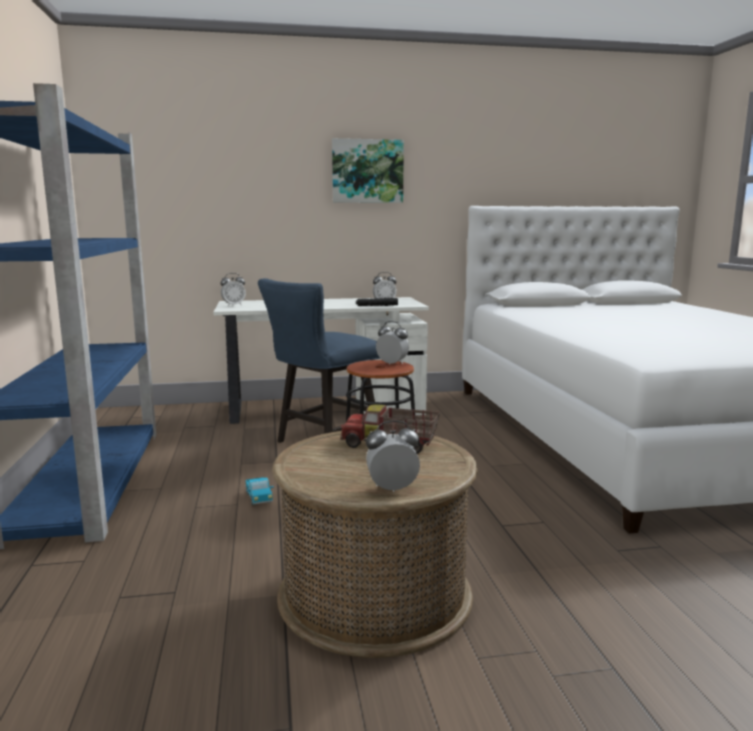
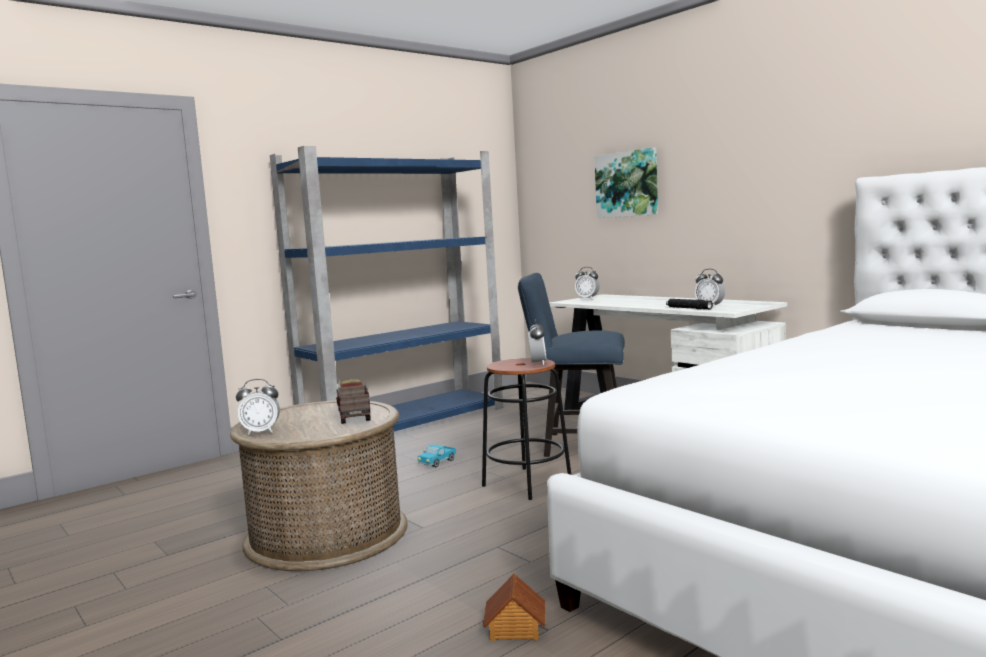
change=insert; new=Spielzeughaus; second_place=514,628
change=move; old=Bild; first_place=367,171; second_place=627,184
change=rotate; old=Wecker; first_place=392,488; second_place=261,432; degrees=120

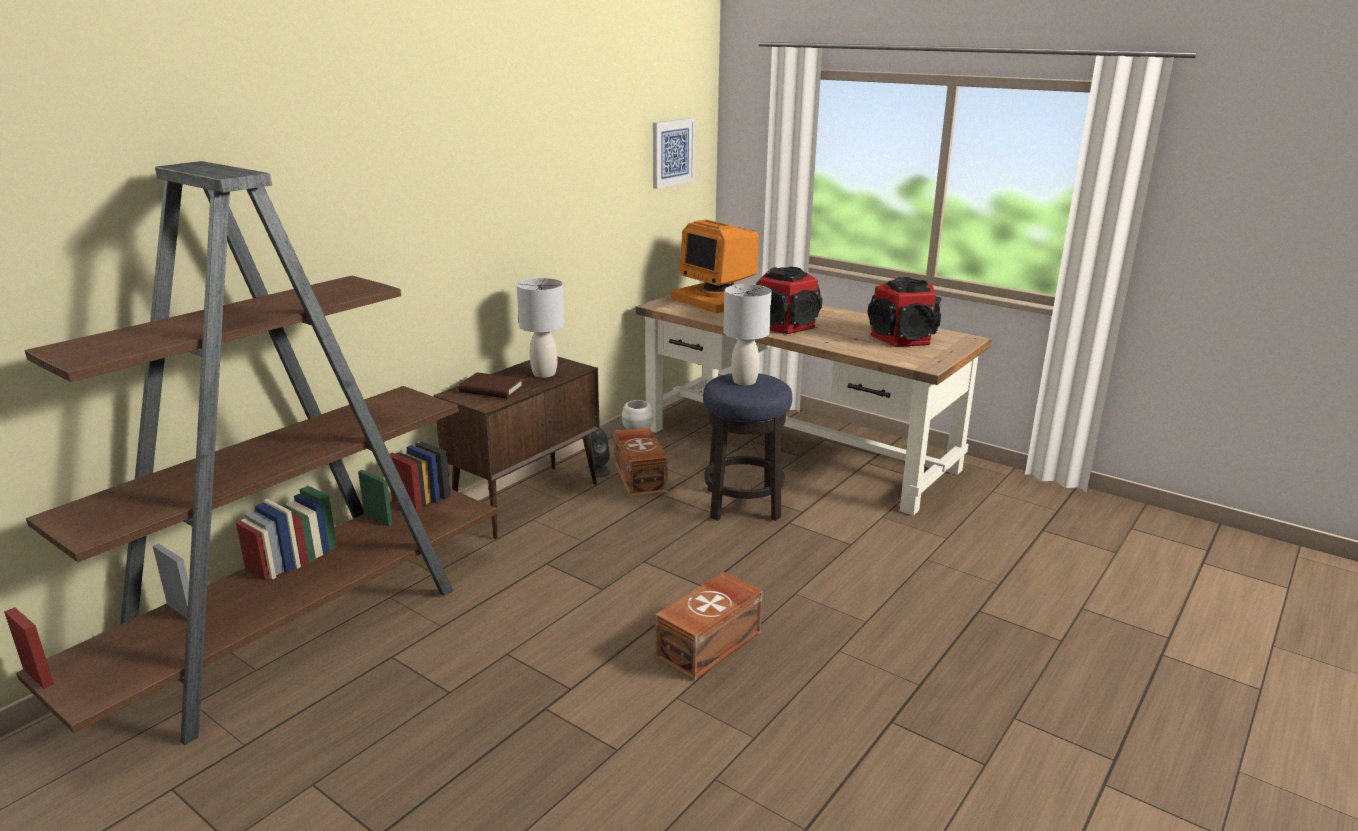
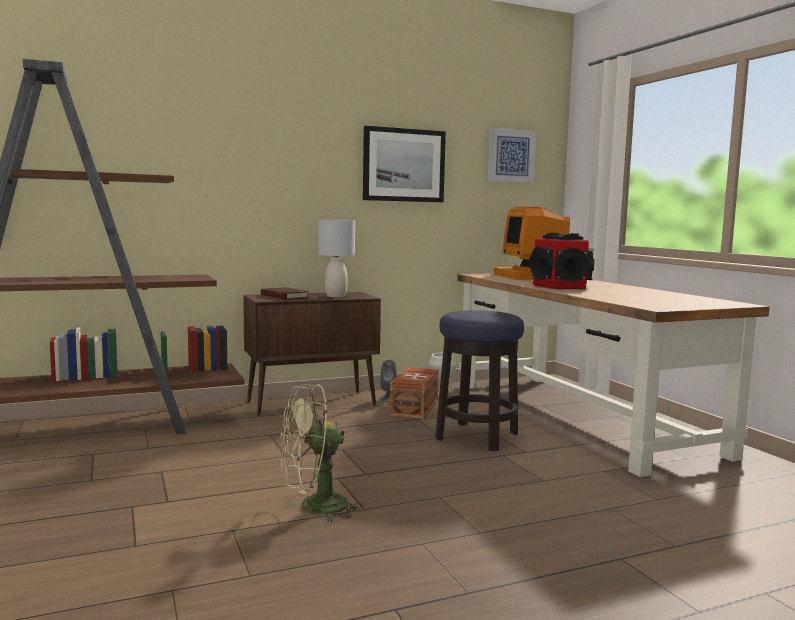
change=delete; old=Tischlampe (grau); first_place=744,381
change=delete; old=Lautsprecher; first_place=902,338
change=insert; new=Bild; second_place=403,165
change=replace; old=Aufbewahrungsbox (braun); new=Ventilator (grün); first_place=711,645; second_place=314,507

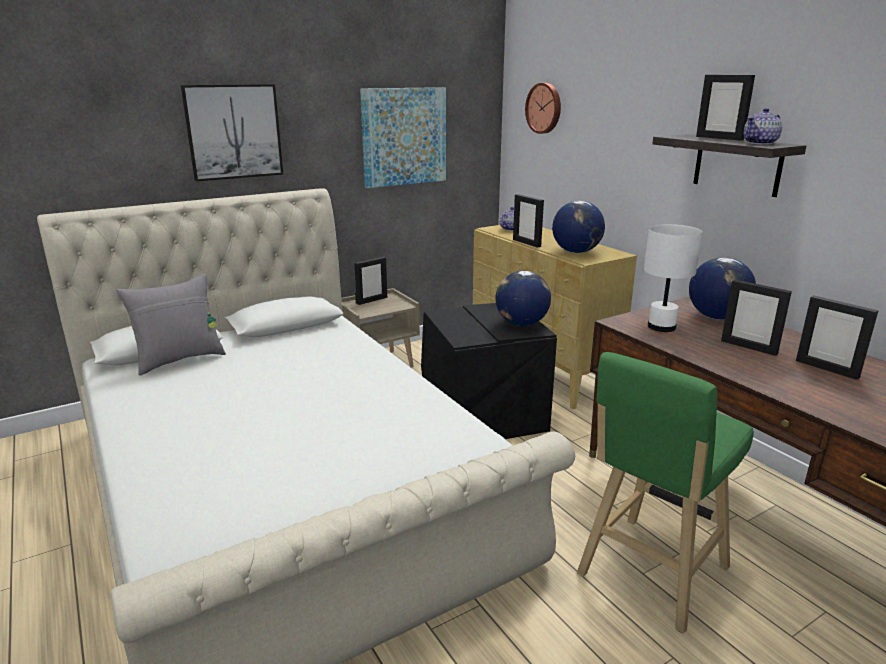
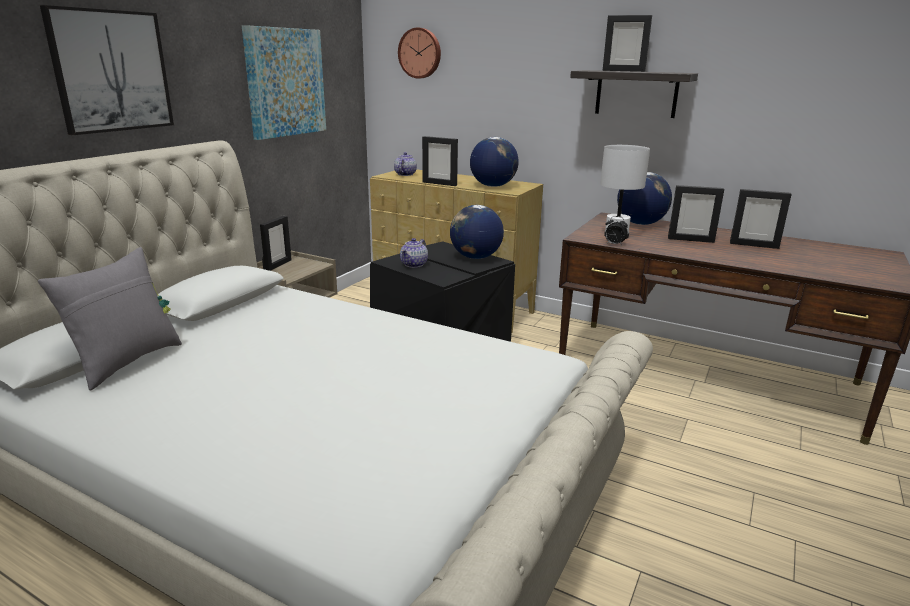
change=delete; old=Hocker (grün); first_place=649,574
change=insert; new=Wecker; second_place=614,244
change=move; old=Teekanne; first_place=760,143; second_place=414,264

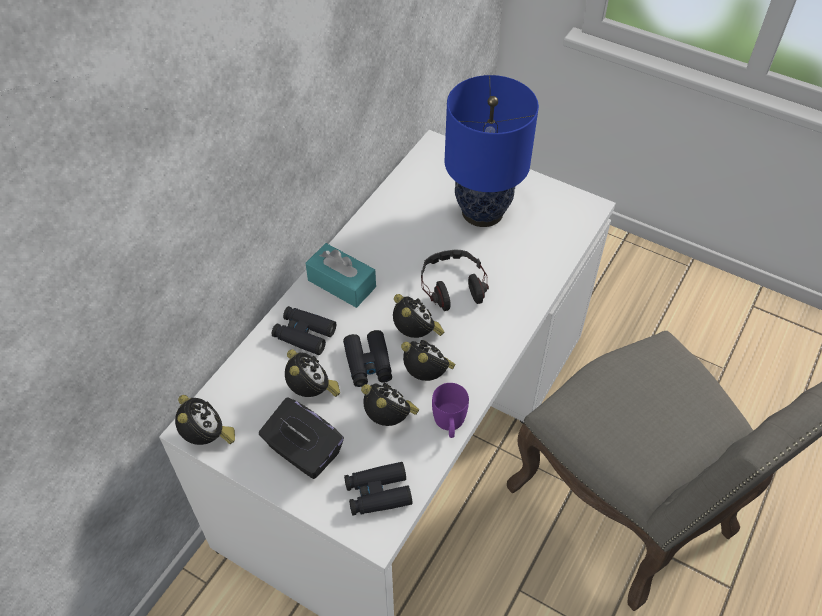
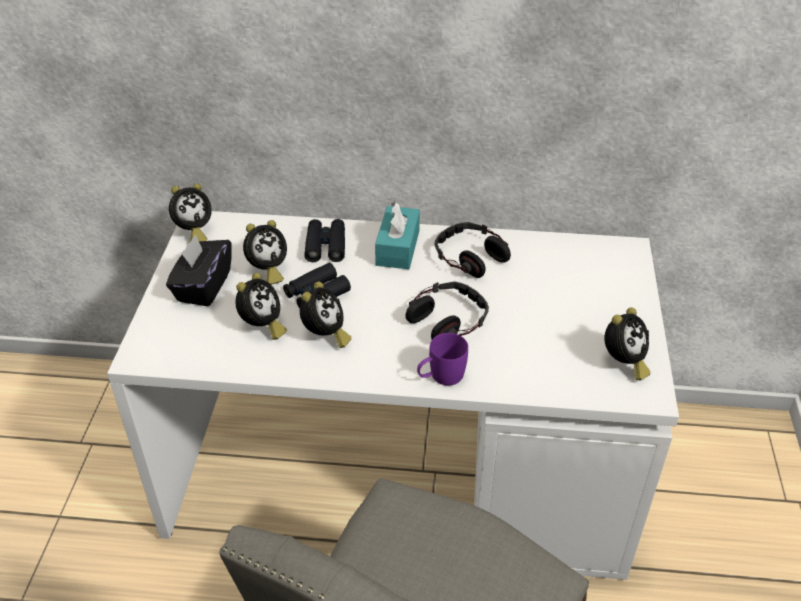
change=delete; old=Fernglas (schwarz); first_place=377,493
change=delete; old=Tischlampe (blau); first_place=482,211
change=insert; new=Kopfhörer; second_place=470,256
change=move; old=Wecker; first_place=416,334; second_place=623,363
change=move; old=Henkelbecher (lila); first_place=449,424; second_place=440,377

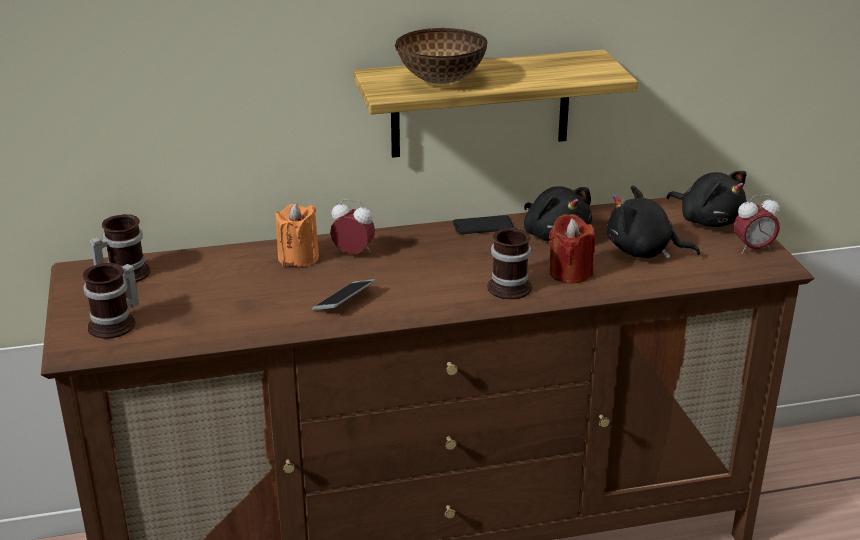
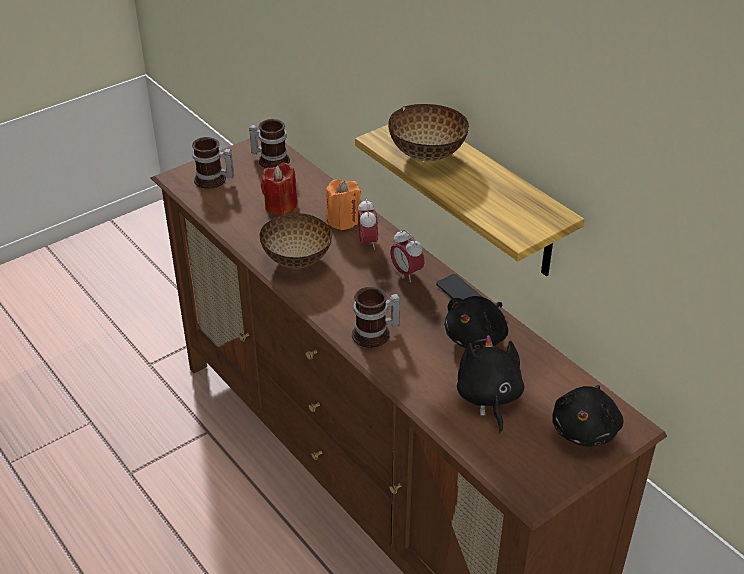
change=move; old=Kerze (rot); first_place=570,273; second_place=280,206
change=move; old=Wecker; first_place=753,249; second_place=406,273
change=replace; old=Handy; new=Schüssel; first_place=344,301; second_place=298,260

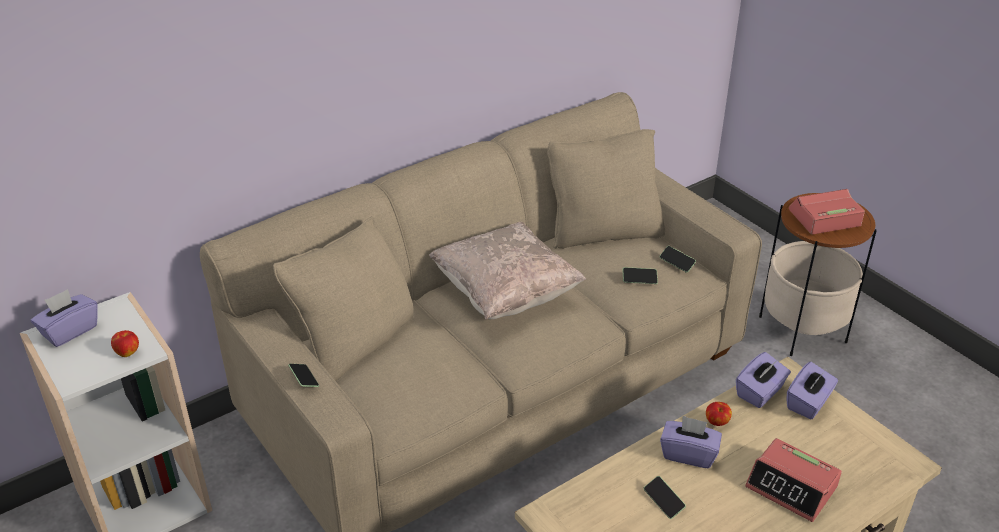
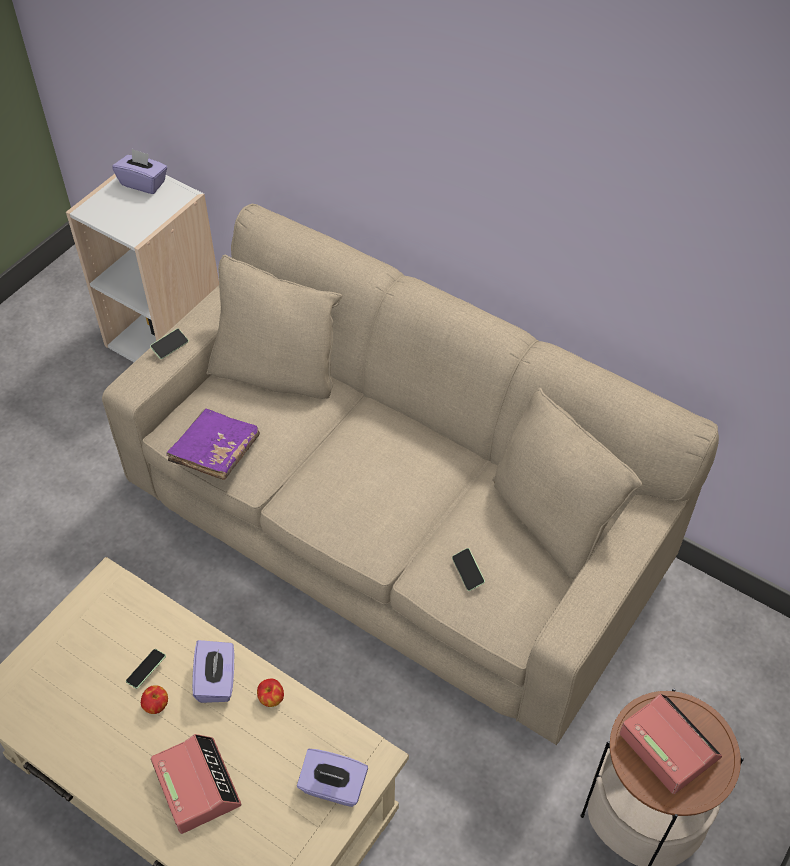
change=delete; old=Kissen (beige); first_place=505,294
change=delete; old=Handy; first_place=677,263
change=delete; old=Taschentuchbox (lila); first_place=760,392
change=insert; new=Buch (lila); second_place=215,453
change=move; old=Apfel; first_place=128,352; second_place=156,705
change=rotate; old=Wecker; first_place=792,487; second_place=196,785; degrees=135

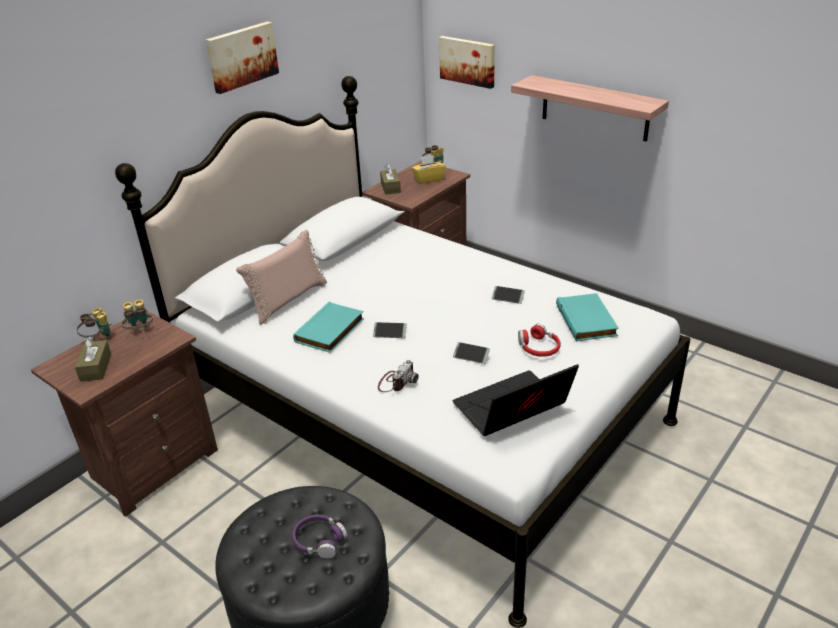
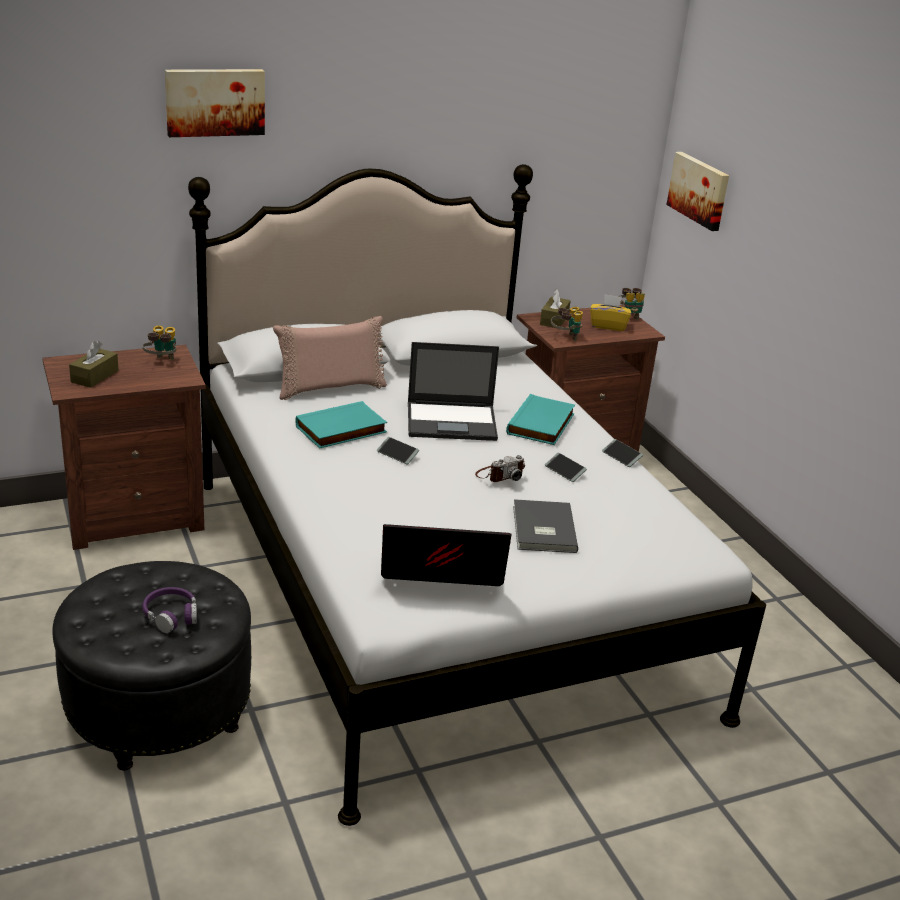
change=delete; old=Wandregal; first_place=595,108
change=insert; new=Laptop; second_place=452,422
change=move; old=Fernglas; first_place=99,340; second_place=565,338
change=move; old=Bild; first_place=241,56; second_place=215,102
change=move; old=Kamera; first_place=396,381; second_place=500,475
change=move; old=Handy; first_place=471,356; second_place=621,457
change=move; old=Buch (türkis); first_place=587,320; second_place=542,425
change=replace; old=Kopfhörer (rot); new=Buch (grau); first_place=538,348; second_place=542,529

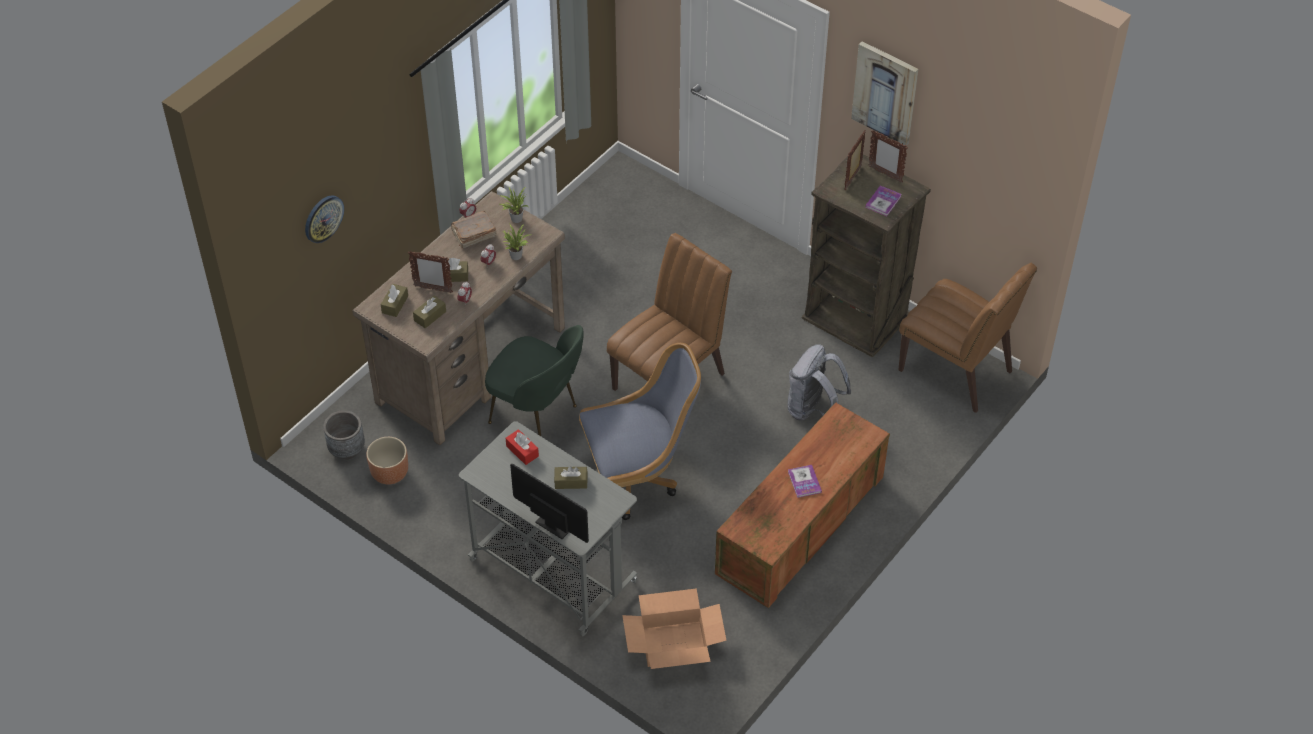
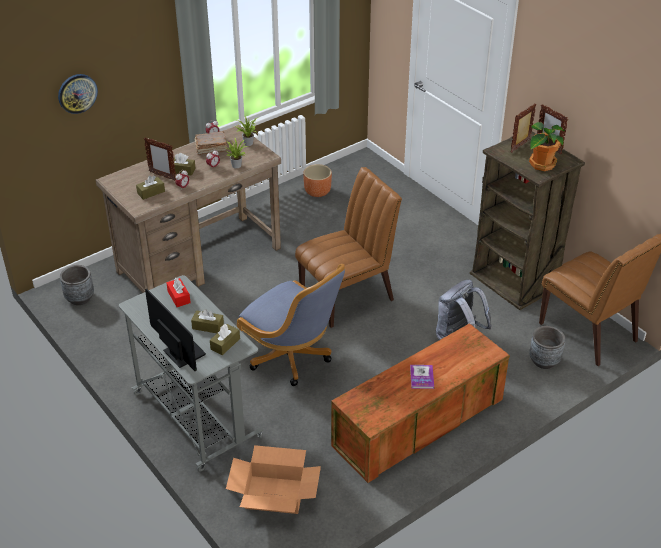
change=delete; old=Stuhl (grün); first_place=539,418
change=delete; old=Bild; first_place=885,92
change=insert; new=Pflanzkübel (grau); second_place=544,361
change=move; old=Pflanzkübel (braun); first_place=390,473; second_place=317,192
change=move; old=Taschentuchbox (braun); first_place=395,304; second_place=225,344
change=replace; old=Buch; new=Topfpflanze; first_place=883,202; second_place=541,164
change=rotate; old=Bürostuhl (blau); first_place=637,478; second_place=295,360; degrees=45

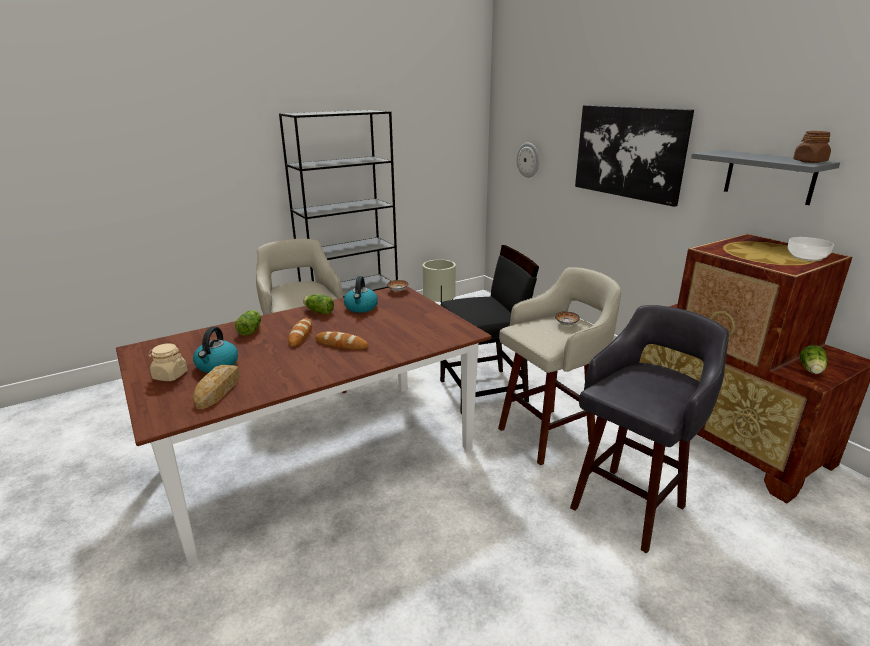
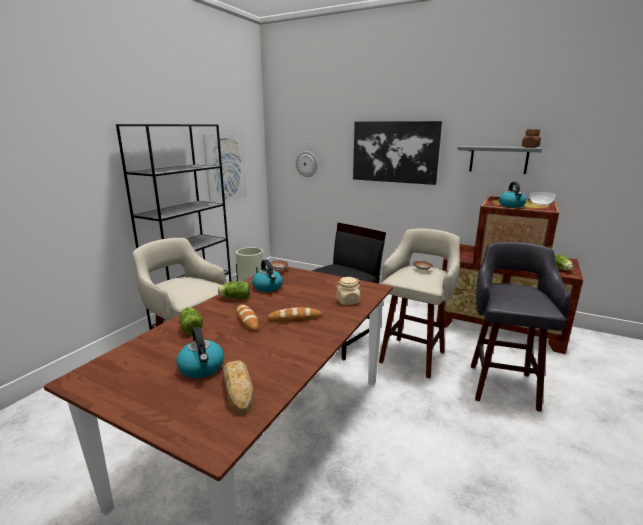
change=insert; new=Bild; second_place=226,167
change=insert; new=Wasserkessel; second_place=511,205
change=move; old=Vorratsglas (beige); first_place=170,375; second_place=347,301

